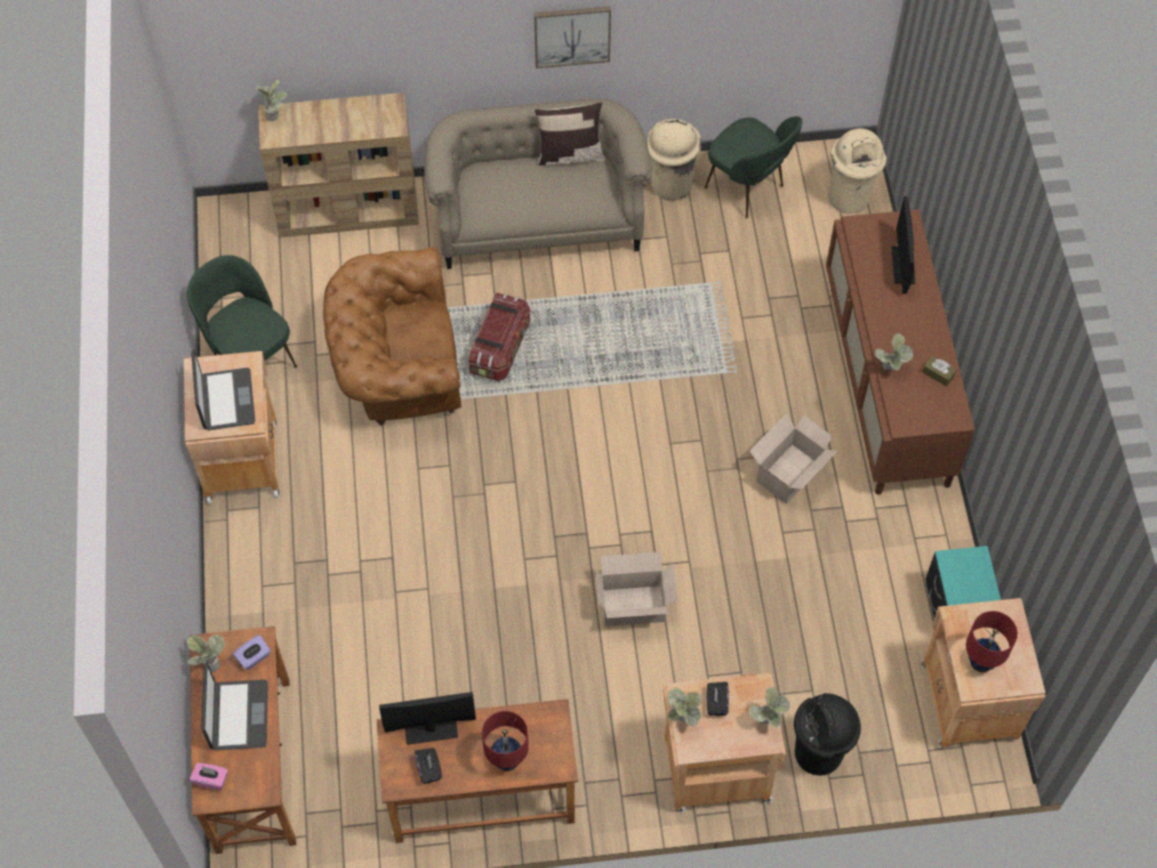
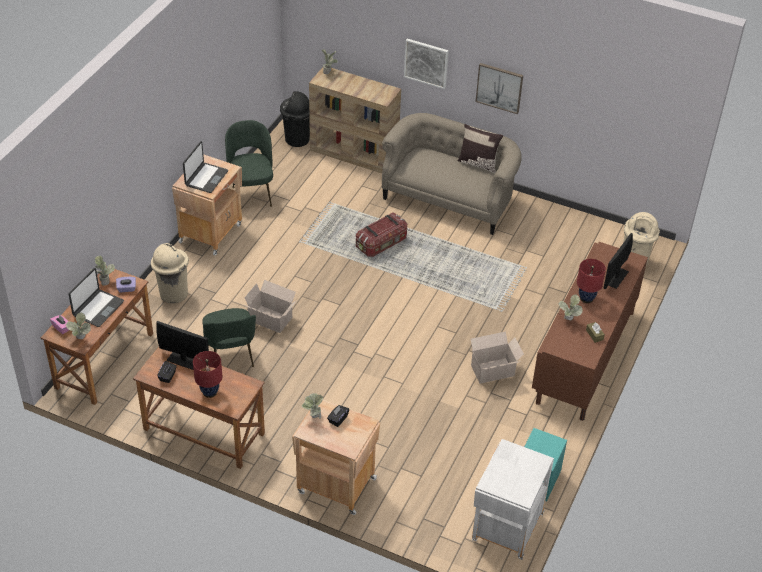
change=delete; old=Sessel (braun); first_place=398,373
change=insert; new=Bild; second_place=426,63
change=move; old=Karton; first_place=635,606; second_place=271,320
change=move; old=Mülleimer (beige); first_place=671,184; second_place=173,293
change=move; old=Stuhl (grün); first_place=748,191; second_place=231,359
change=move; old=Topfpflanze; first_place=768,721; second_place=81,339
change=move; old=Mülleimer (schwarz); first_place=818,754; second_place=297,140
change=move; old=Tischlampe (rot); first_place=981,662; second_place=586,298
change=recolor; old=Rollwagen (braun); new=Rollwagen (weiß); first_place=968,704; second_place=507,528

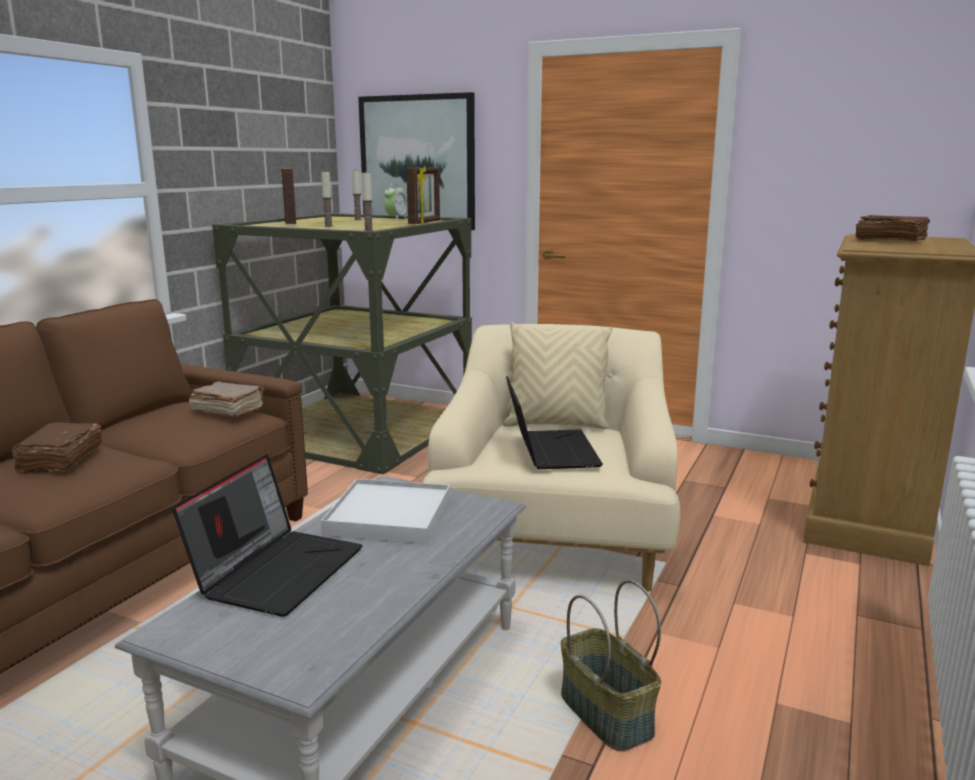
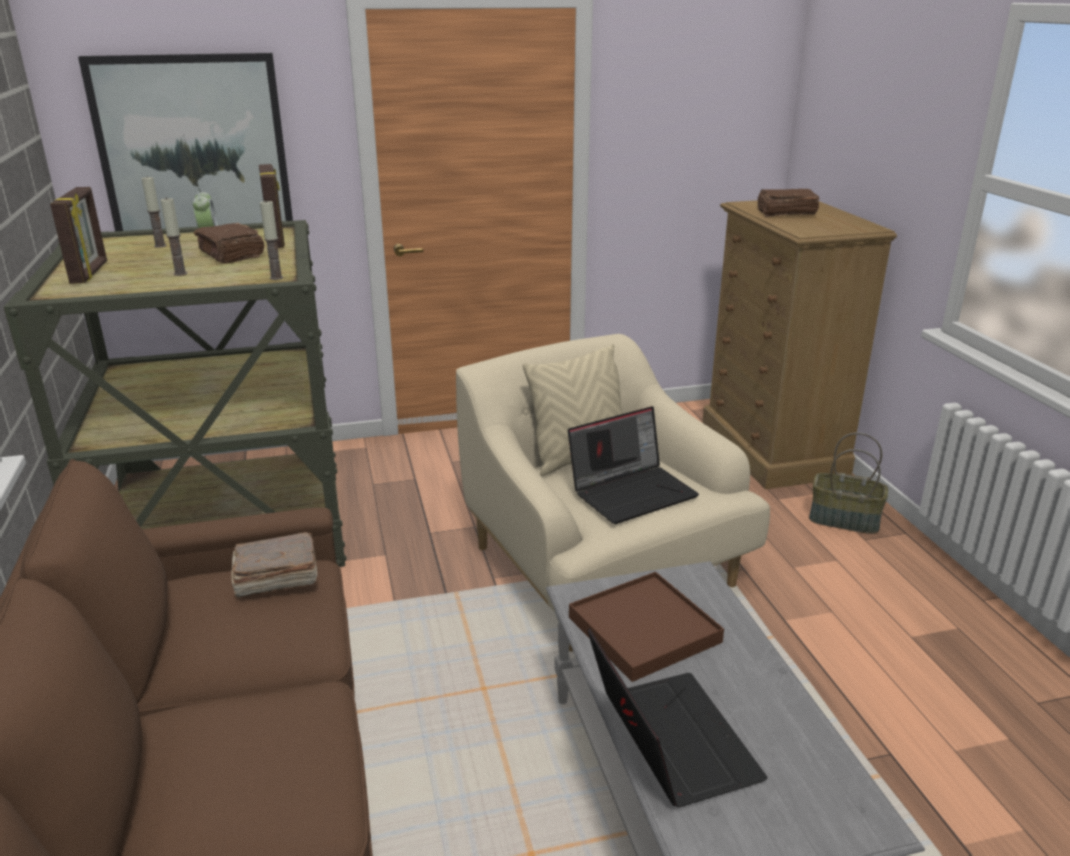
change=move; old=Buch (braun); first_place=60,461; second_place=231,255
change=move; old=Korb; first_place=604,713; second_place=843,520
change=recolor; old=Tablett (weiß); new=Tablett (braun); first_place=389,516; second_place=643,629
change=rotate; old=Bilderrahmen; first_place=290,222; second_place=90,273; degrees=-135
change=rotate; old=Laptop; first_place=549,450; second_place=632,491; degrees=105

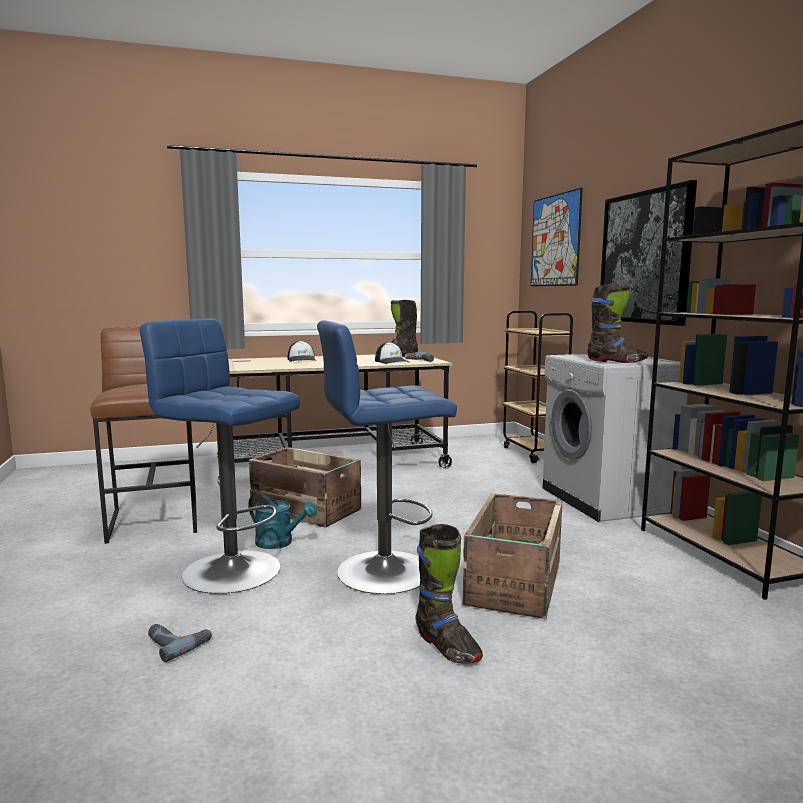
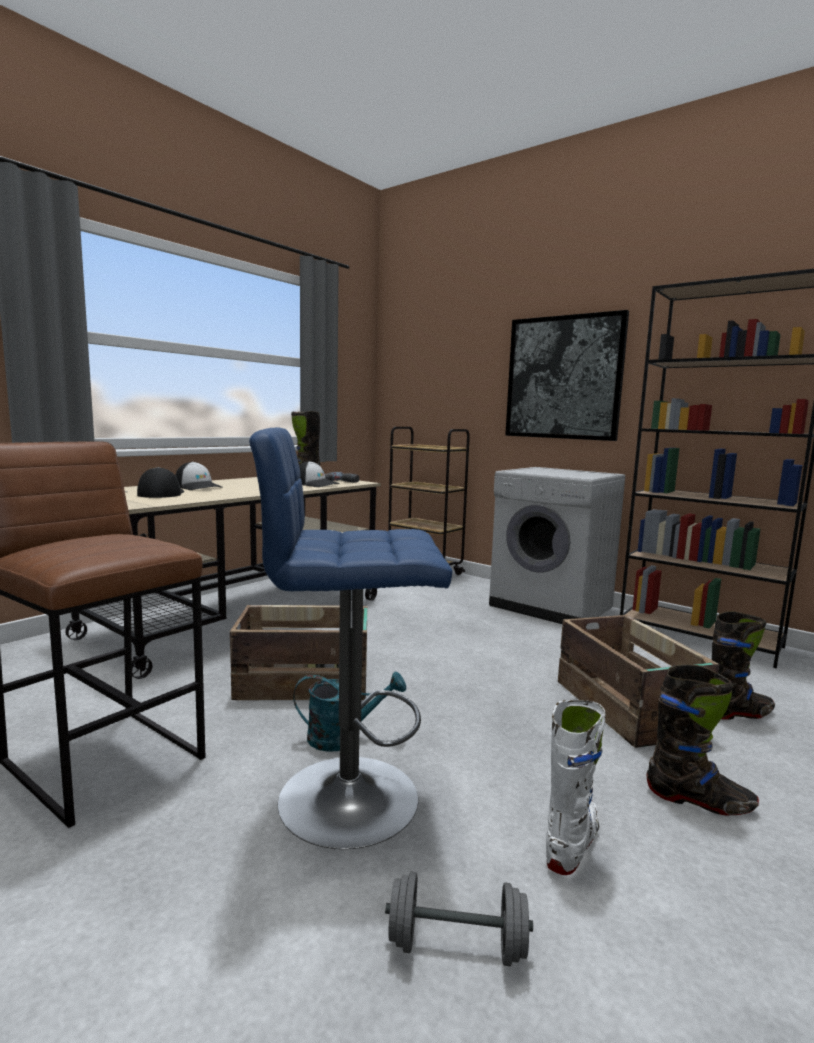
change=delete; old=Hocker (blau); first_place=383,571
change=delete; old=Bild; first_place=555,240
change=insert; new=Kappe; second_place=160,493
change=insert; new=Stiefel (weiß); second_place=572,843
change=move; old=Stiefel (schwarz); first_place=616,361; second_place=737,713
change=replace; old=Bohrmaschine; new=Hantel (grau); first_place=177,643; second_place=456,946

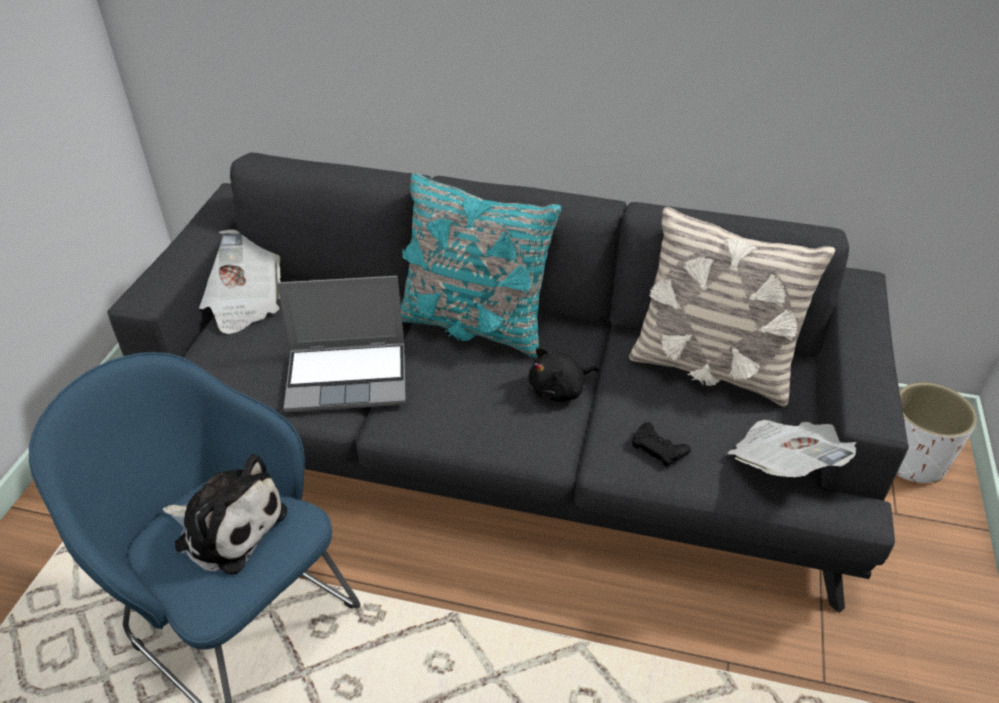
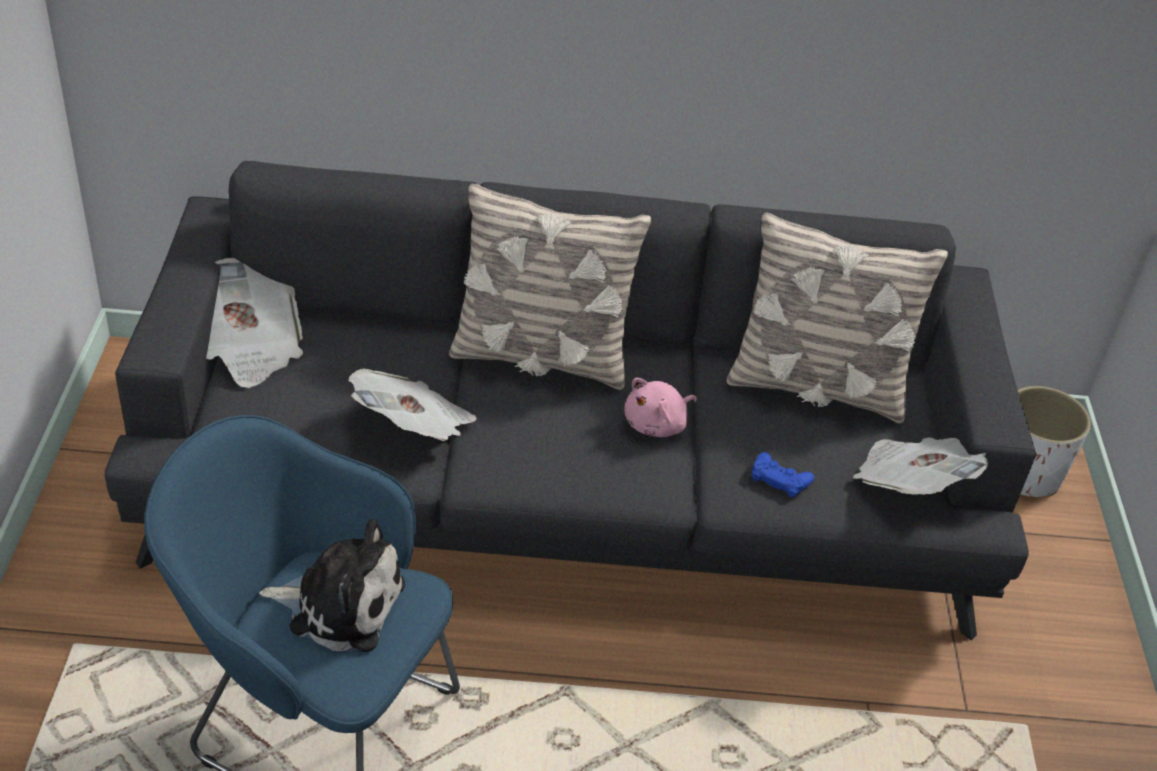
change=replace; old=Laptop; new=Zeitung; first_place=349,377; second_place=414,428
change=recolor; old=Kissen (türkis); new=Kissen (beige); first_place=474,326; second_place=540,358
change=recolor; old=Plüschtier (schwarz); new=Plüschtier (rosa); first_place=559,390; second_place=657,424
change=recolor; old=Gamepad (schwarz); new=Gamepad (blau); first_place=658,448; second_place=779,479

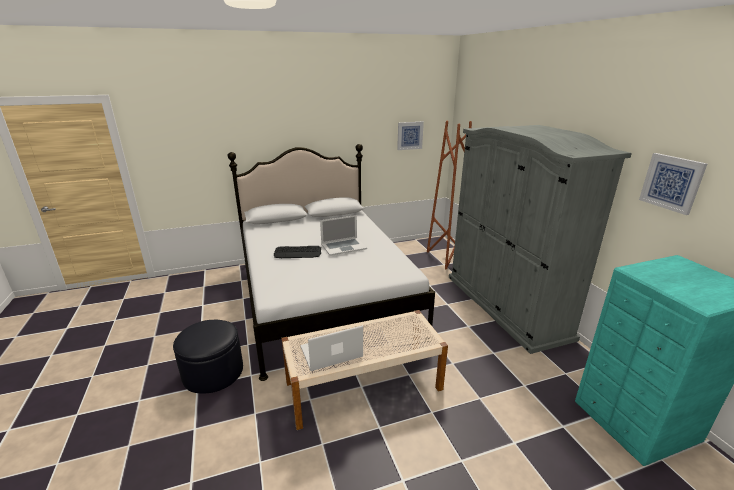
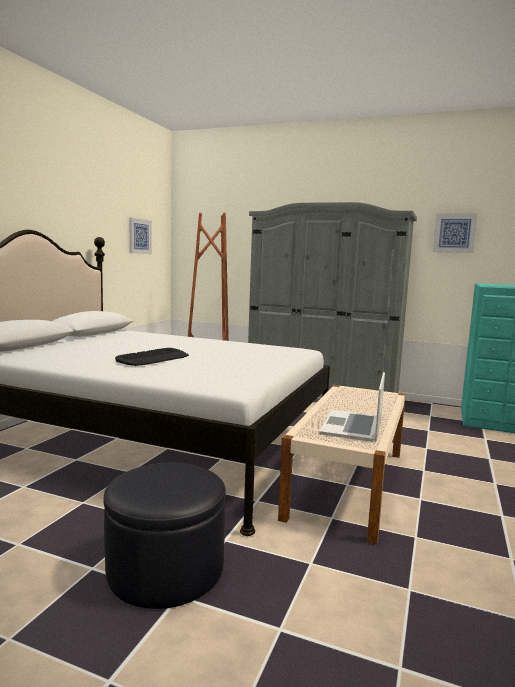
change=delete; old=Laptop; first_place=343,246

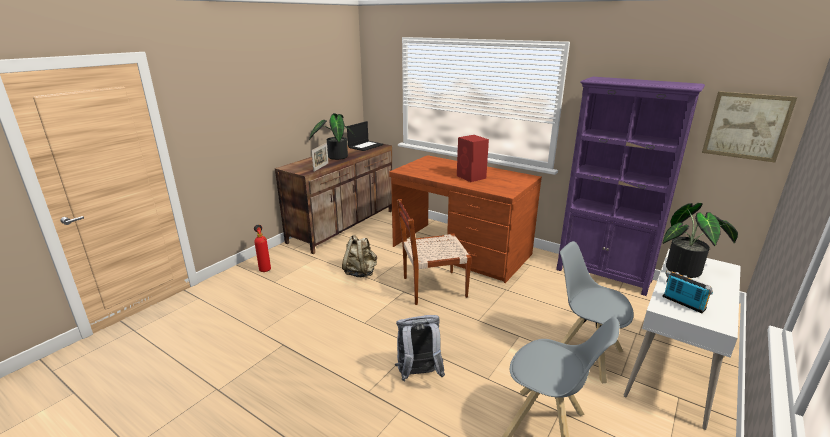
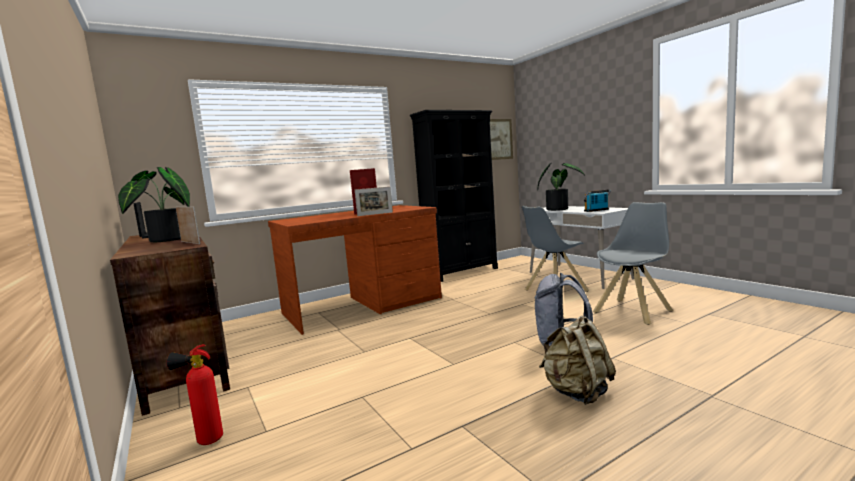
change=delete; old=Stuhl; first_place=432,288
change=insert; new=Bilderrahmen; second_place=375,214
change=move; old=Rucksack (beige); first_place=360,272; second_place=577,392
change=recolor; old=Bücherregal (lila); new=Bücherregal (schwarz); first_place=603,275; second_place=462,272

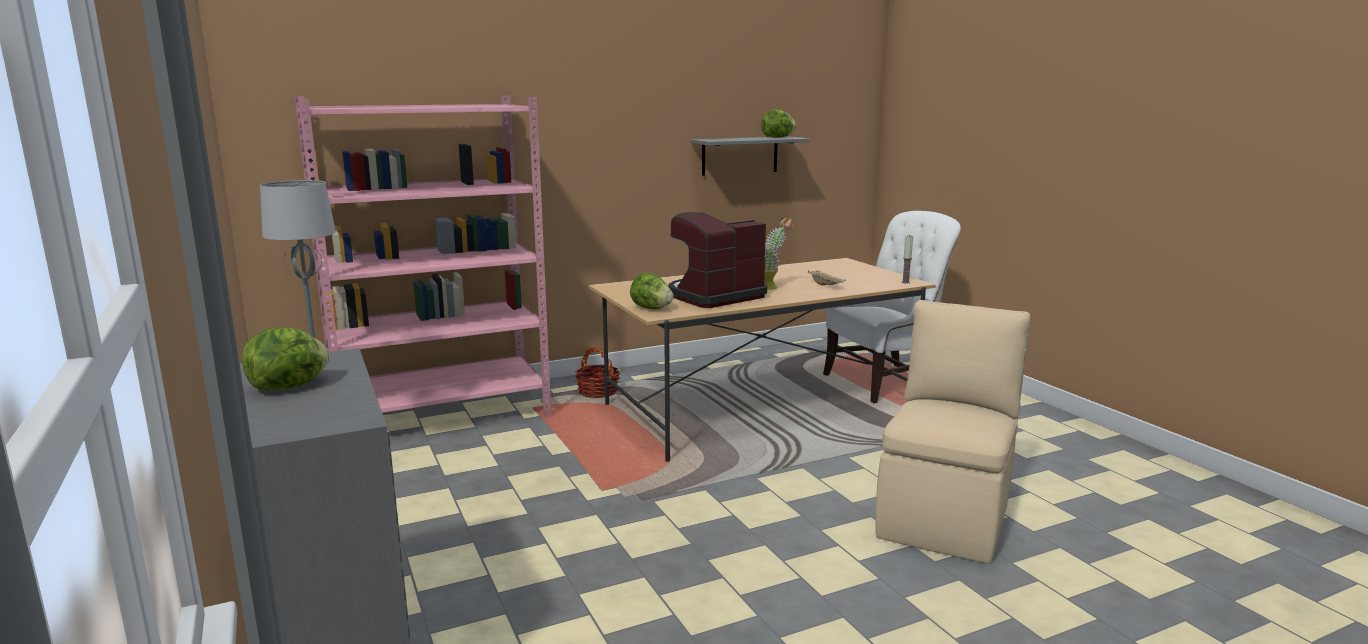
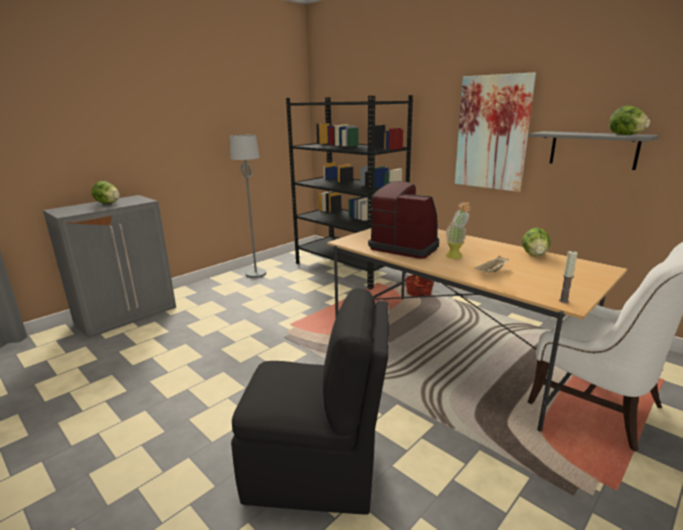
change=insert; new=Bild; second_place=492,133
change=move; old=Salatkopf; first_place=651,308; second_place=534,255
change=recolor; old=Bücherregal (rosa); new=Bücherregal (schwarz); first_place=442,415; second_place=349,268
change=recolor; old=Stuhl (beige); new=Stuhl (schwarz); first_place=945,517; second_place=316,471

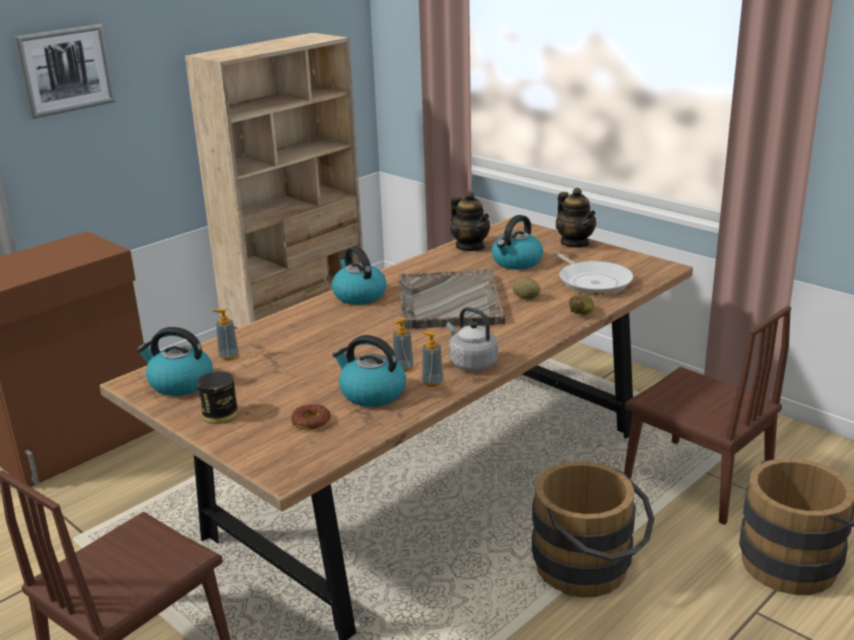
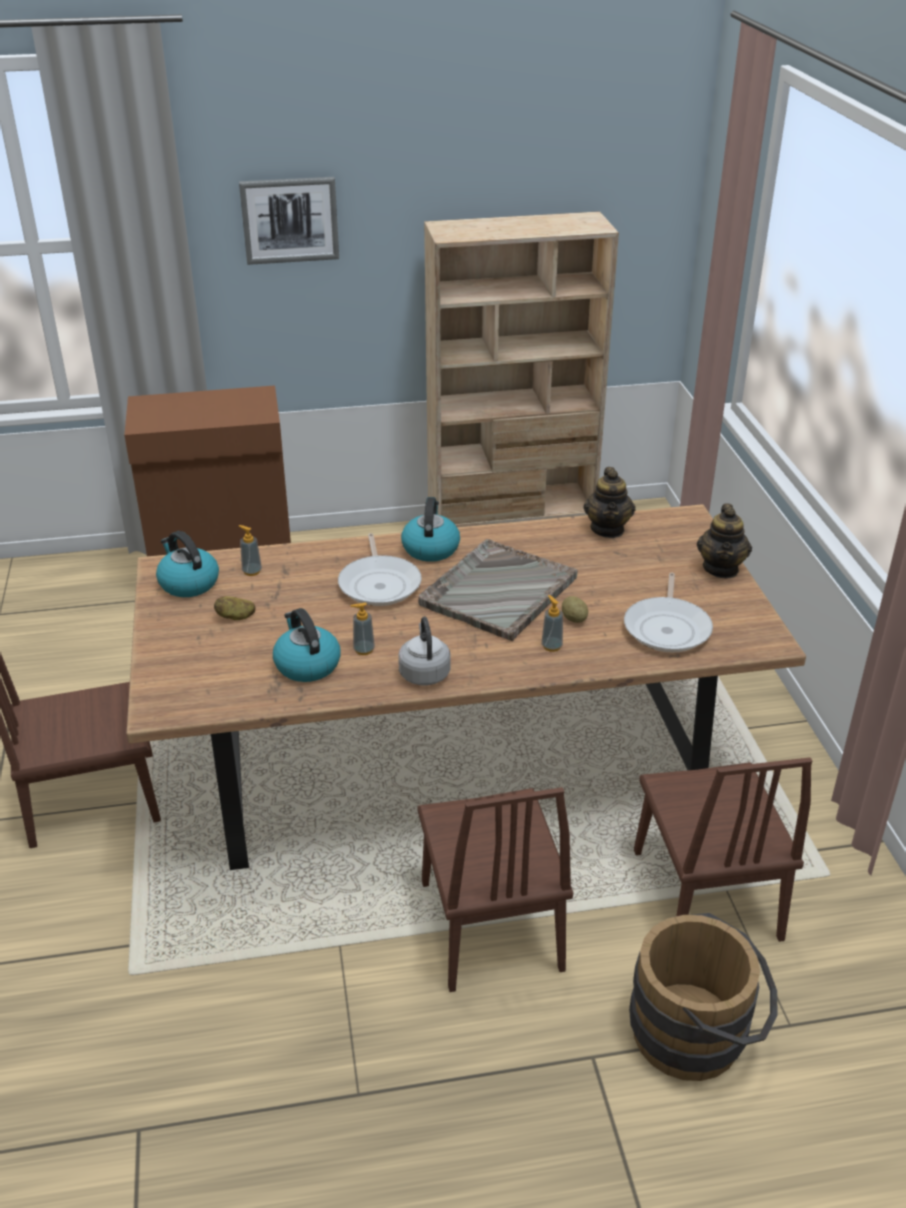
change=delete; old=Dose; first_place=220,414
change=delete; old=Donut; first_place=311,422
change=delete; old=Wasserkessel; first_place=516,262
change=insert; new=Pfanne; second_place=380,584
change=move; old=Seifenspender; first_place=432,382; second_place=551,646
change=move; old=Kartoffel; first_place=582,313; second_place=235,617
change=replace; old=Eimer (braun); new=Stuhl (braun); first_place=589,570; second_place=490,925

